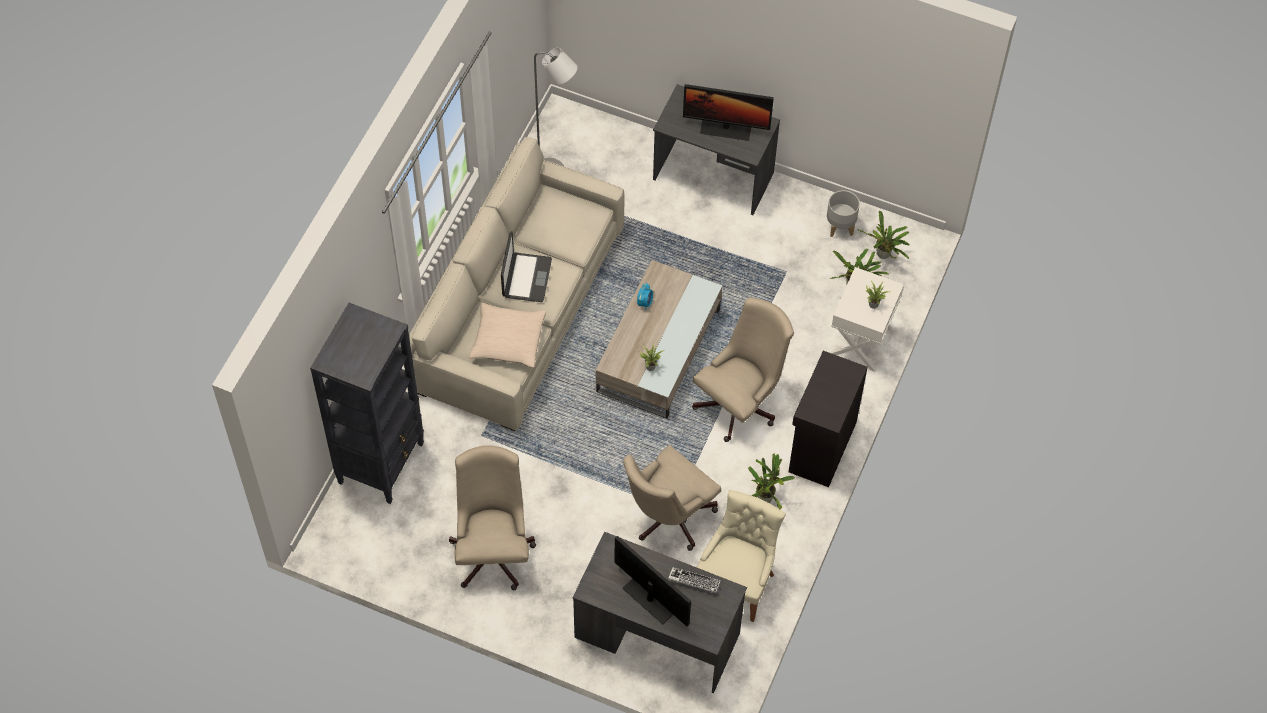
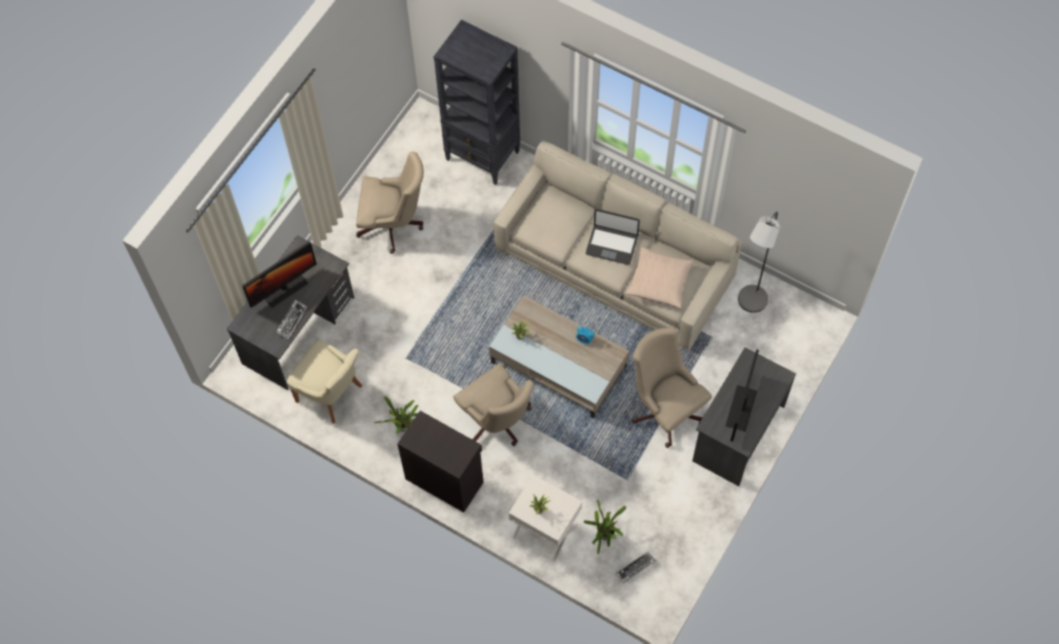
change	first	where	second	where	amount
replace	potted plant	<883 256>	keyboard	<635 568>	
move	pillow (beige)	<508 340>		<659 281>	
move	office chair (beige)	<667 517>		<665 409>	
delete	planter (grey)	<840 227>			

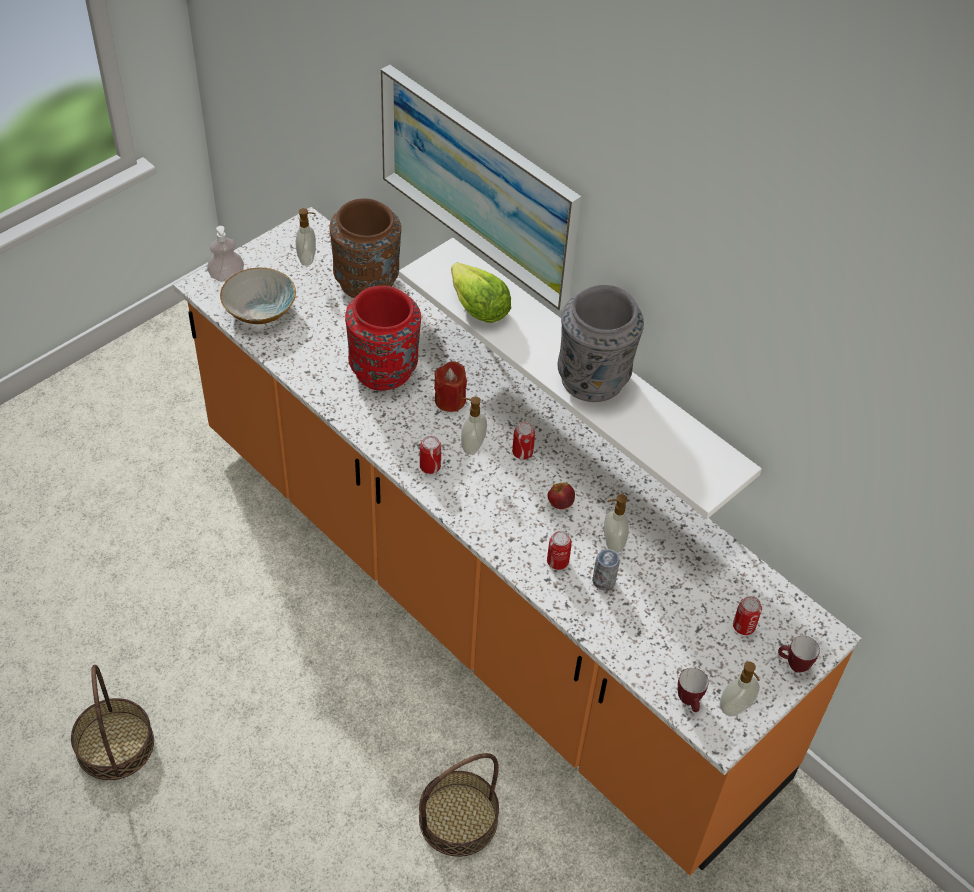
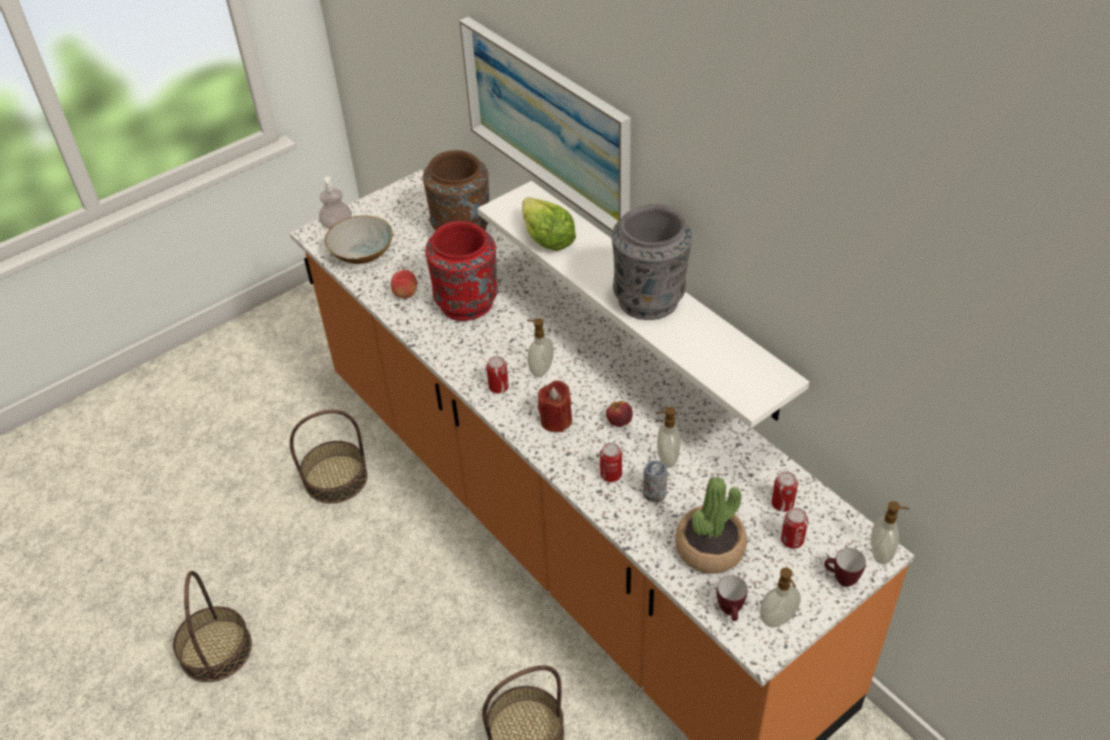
change	first	where	second	where	amount
insert			basket	<336 478>	
insert			apple	<405 295>	
move	candle (red)	<450 400>		<556 420>	
insert			potted plant	<710 548>	
move	can	<522 452>		<782 504>	
move	soap dispenser	<308 258>		<881 553>	

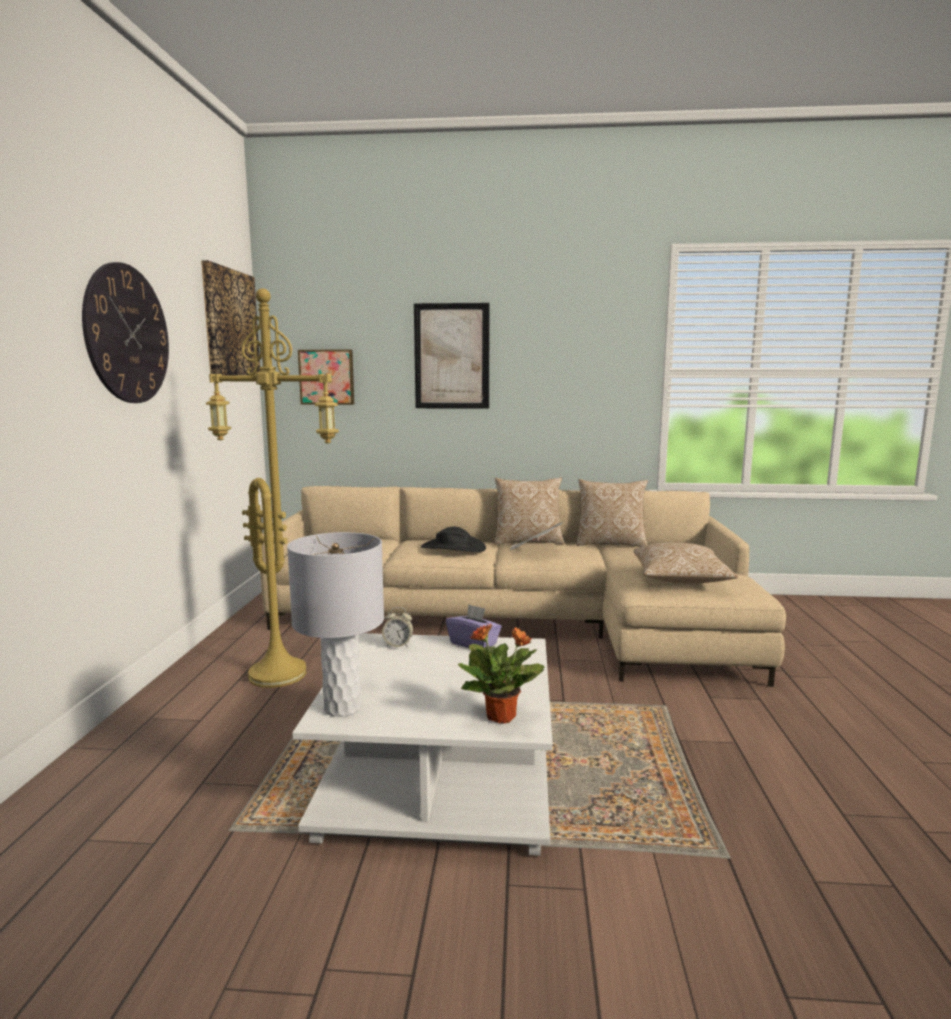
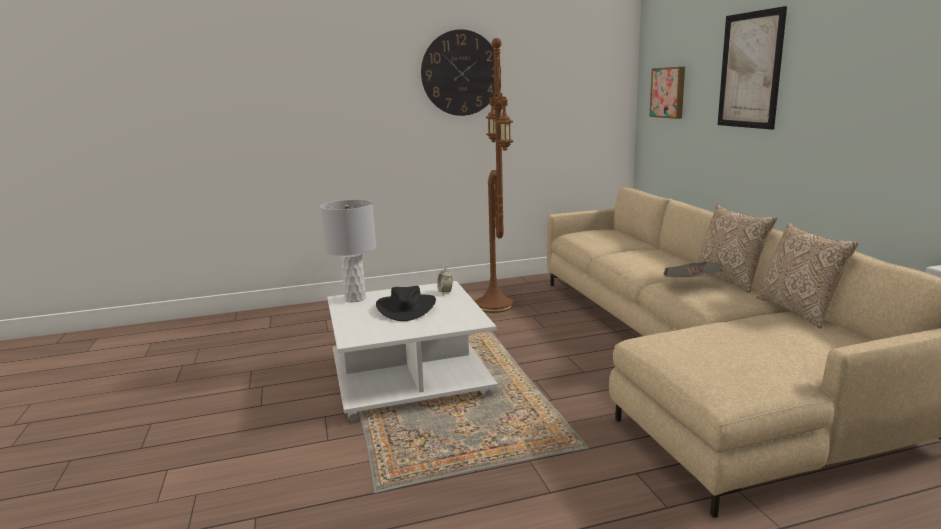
change	first	where	second	where	amount
move	hat (black)	<453 548>		<406 308>	
recolor	floor lamp (yellow)	<282 673>	floor lamp (brown)	<496 306>	
delete	picture	<230 323>			
delete	tissue box (purple)	<474 643>			
delete	potted plant	<502 717>			
delete	pillow	<680 580>			

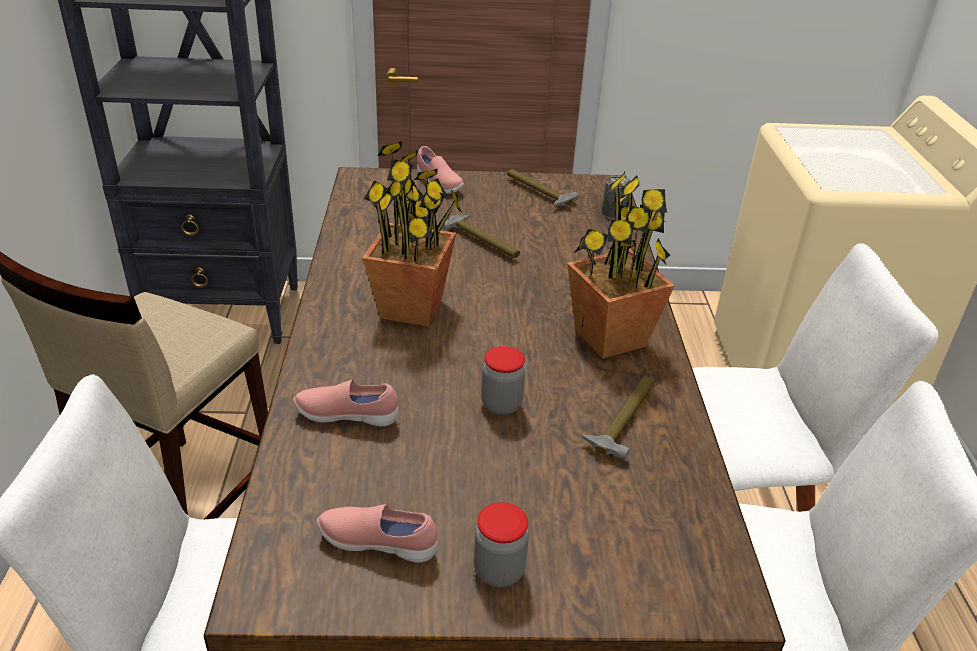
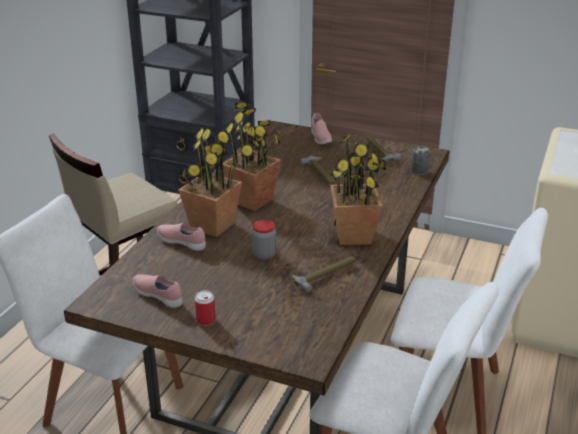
change	first	where	second	where	amount
insert			potted plant	<212 226>	
replace	jar	<499 571>	can	<206 320>	

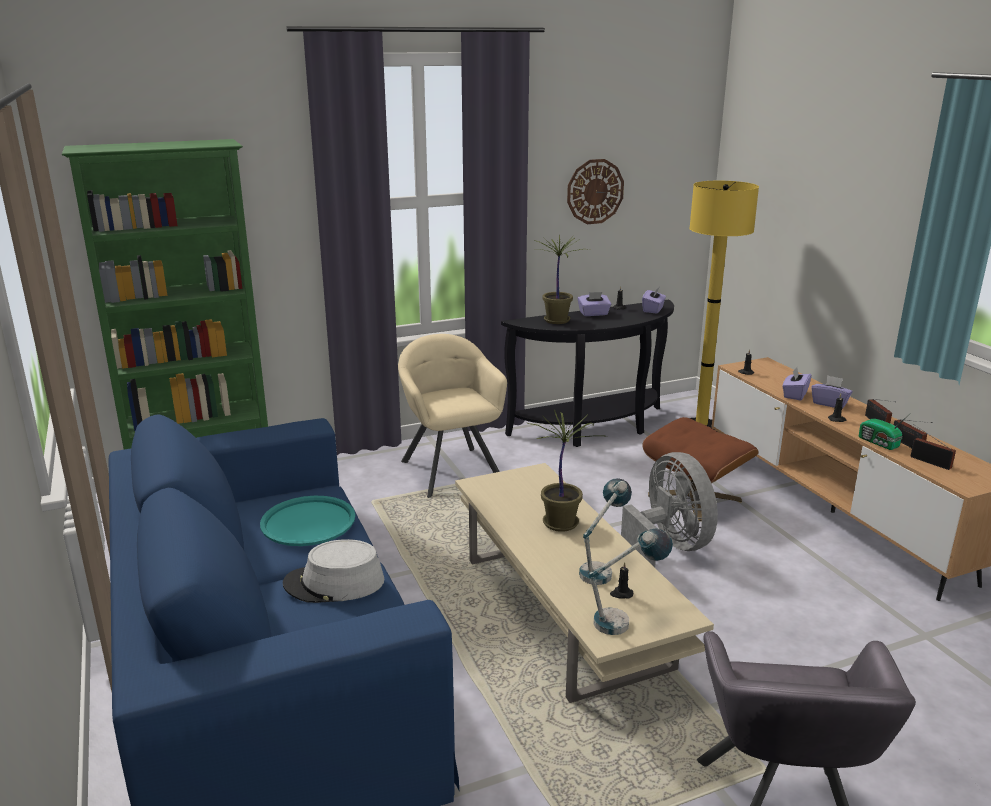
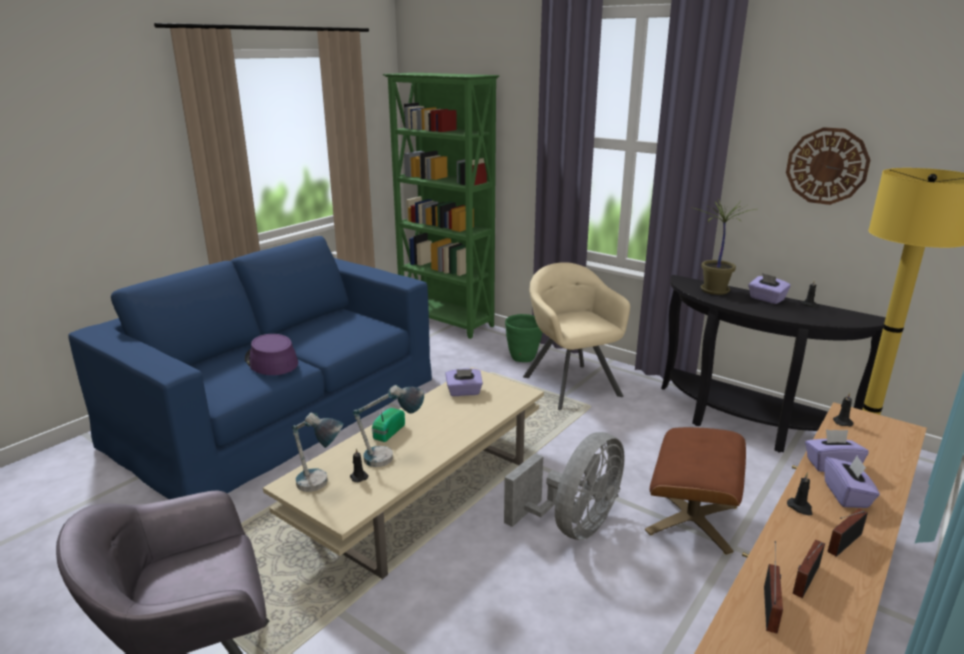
change	first	where	second	where	amount
recolor	hat (grey)	<334 583>	hat (purple)	<271 361>	
move	radio	<879 443>		<387 432>	
move	tissue box (purple)	<653 310>		<464 392>	
insert			planter (green)	<523 358>	
rotate	armchair (beige)	<452 471>		<571 385>	60 degrees counterclockwise
delete	tray (turquoise)	<308 522>			
delete	potted plant	<561 522>			

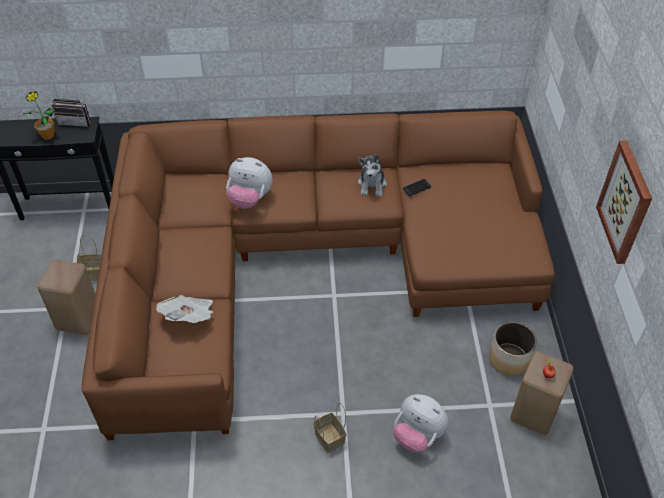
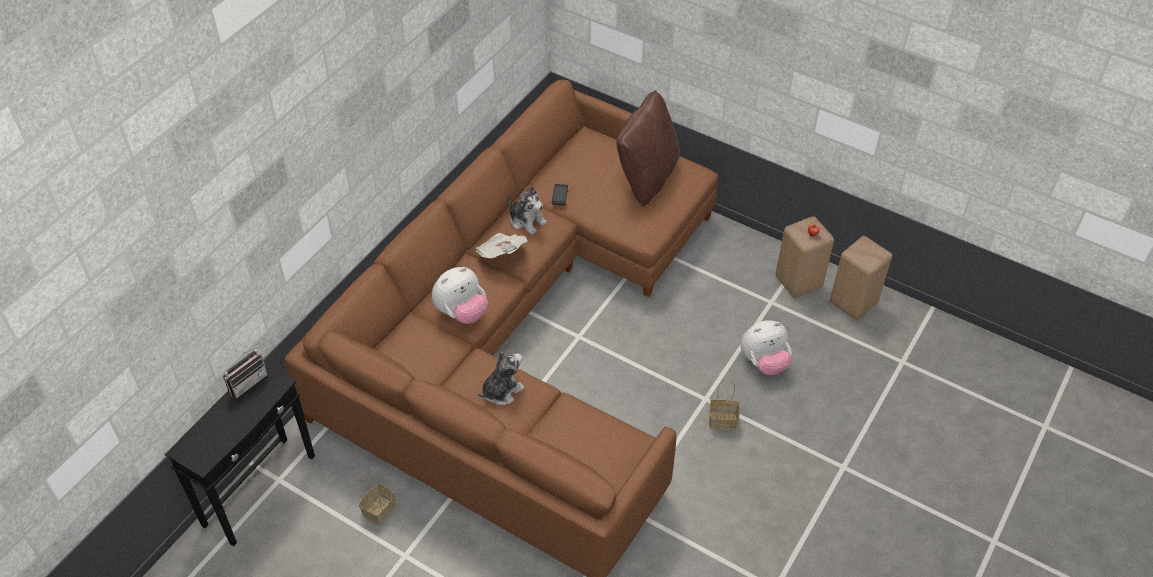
change	first	where	second	where	amount
move	newspaper	<189 317>		<501 254>	
insert			plush toy	<501 391>	
insert			pillow (brown)	<647 178>	
move	stool (beige)	<77 320>		<853 303>	
delete	potted plant	<48 135>			
delete	planter	<508 359>			
delete	picture	<626 202>			

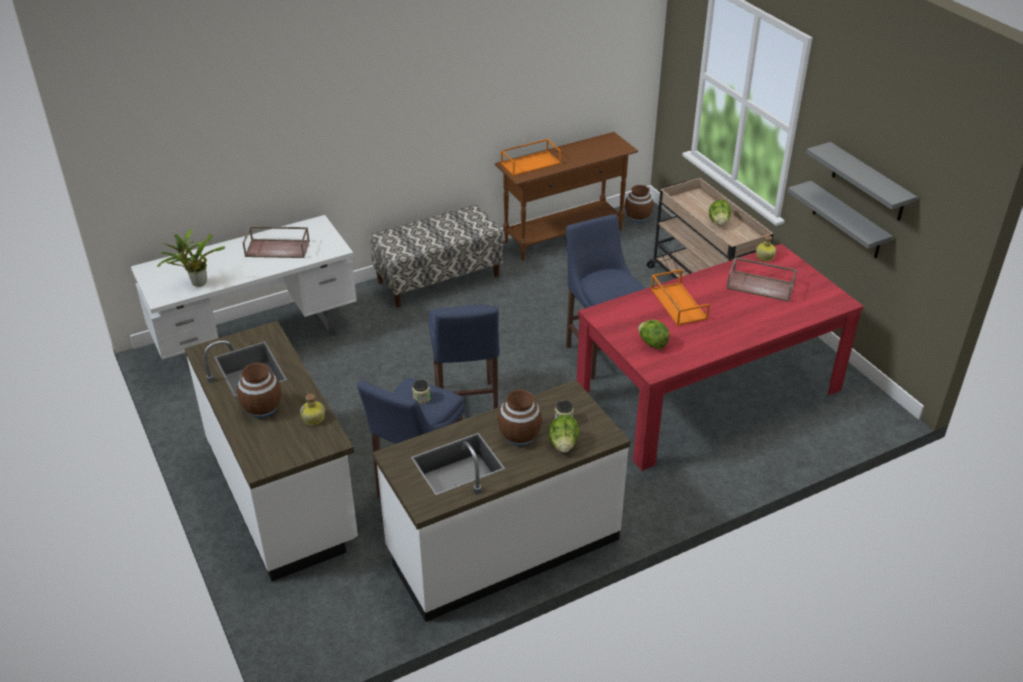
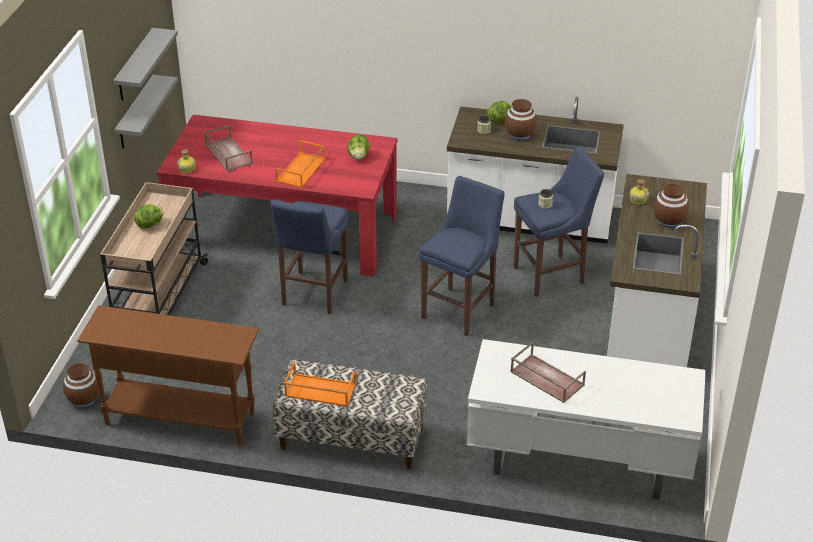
change	first	where	second	where	amount
move	tray (orange)	<531 163>		<319 390>	
delete	potted plant	<197 283>			

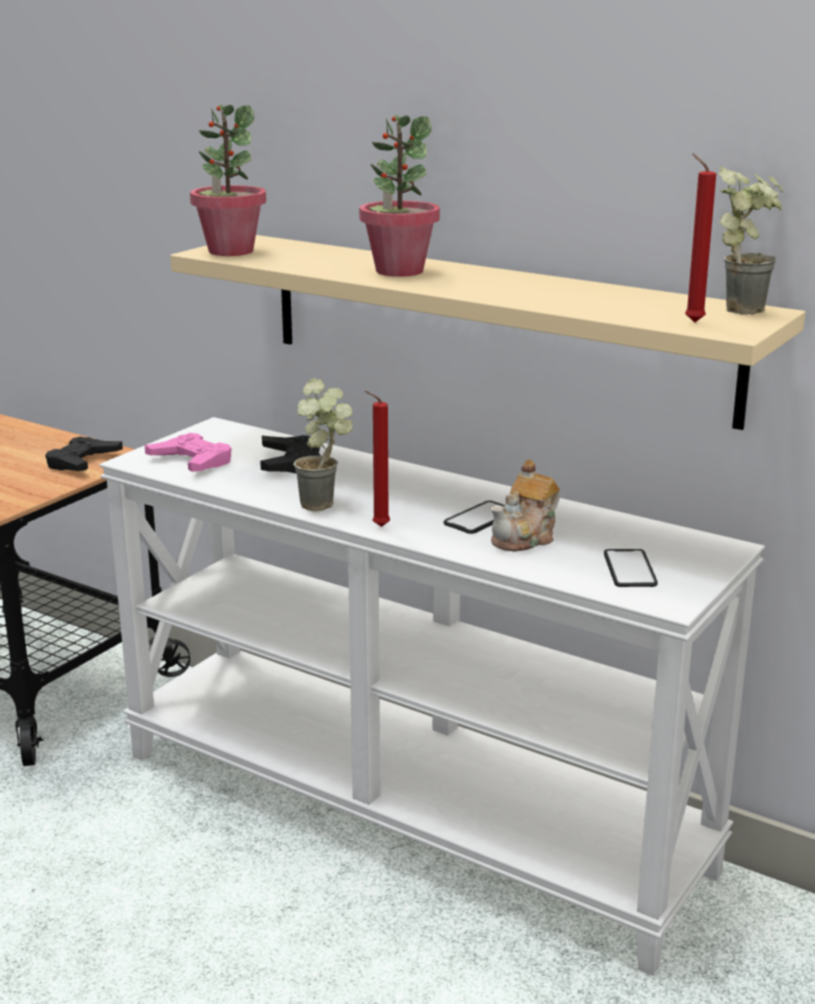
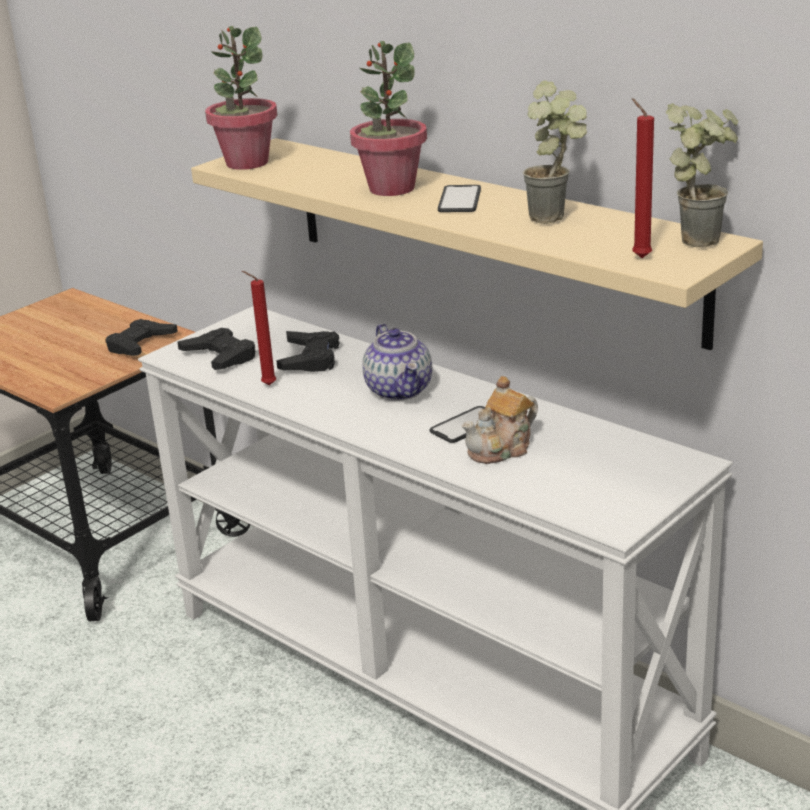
change	first	where	second	where	amount
recolor	game controller (pink)	<192 461>	game controller (black)	<220 356>	
move	candle (red)	<378 527>		<266 385>	
insert			teapot	<400 390>	
move	phone	<629 569>		<459 200>	
move	potted plant	<327 506>		<557 218>	

